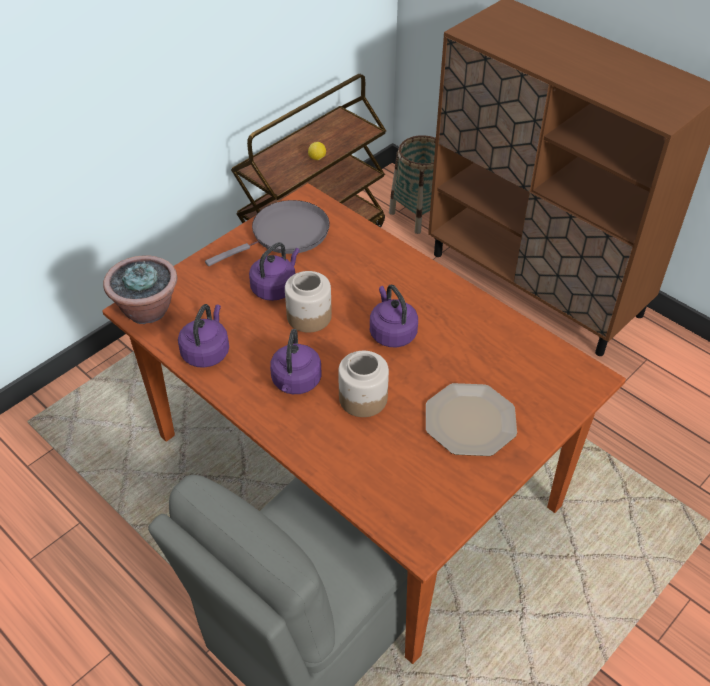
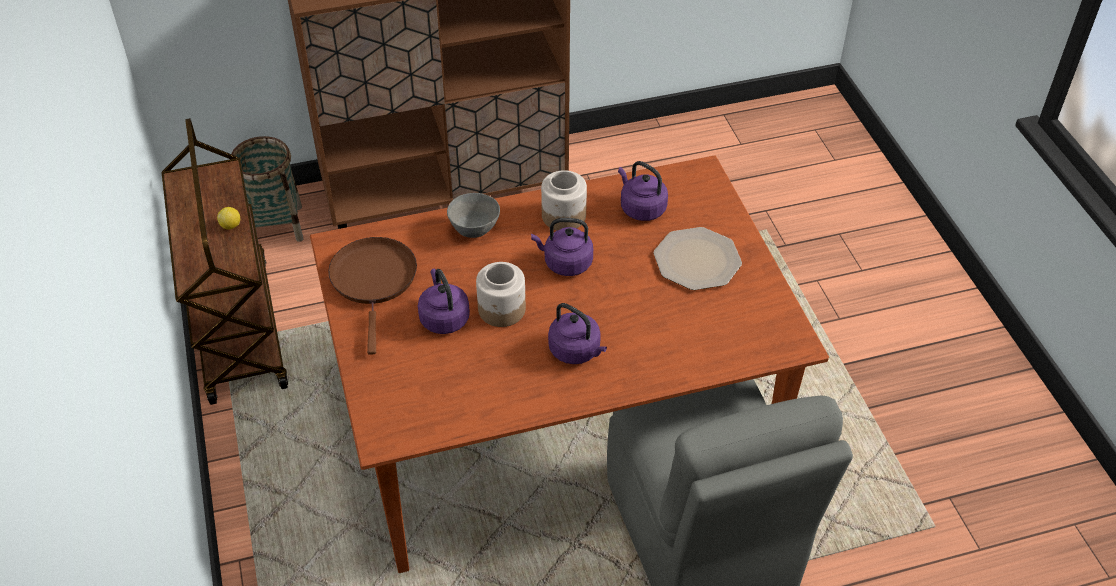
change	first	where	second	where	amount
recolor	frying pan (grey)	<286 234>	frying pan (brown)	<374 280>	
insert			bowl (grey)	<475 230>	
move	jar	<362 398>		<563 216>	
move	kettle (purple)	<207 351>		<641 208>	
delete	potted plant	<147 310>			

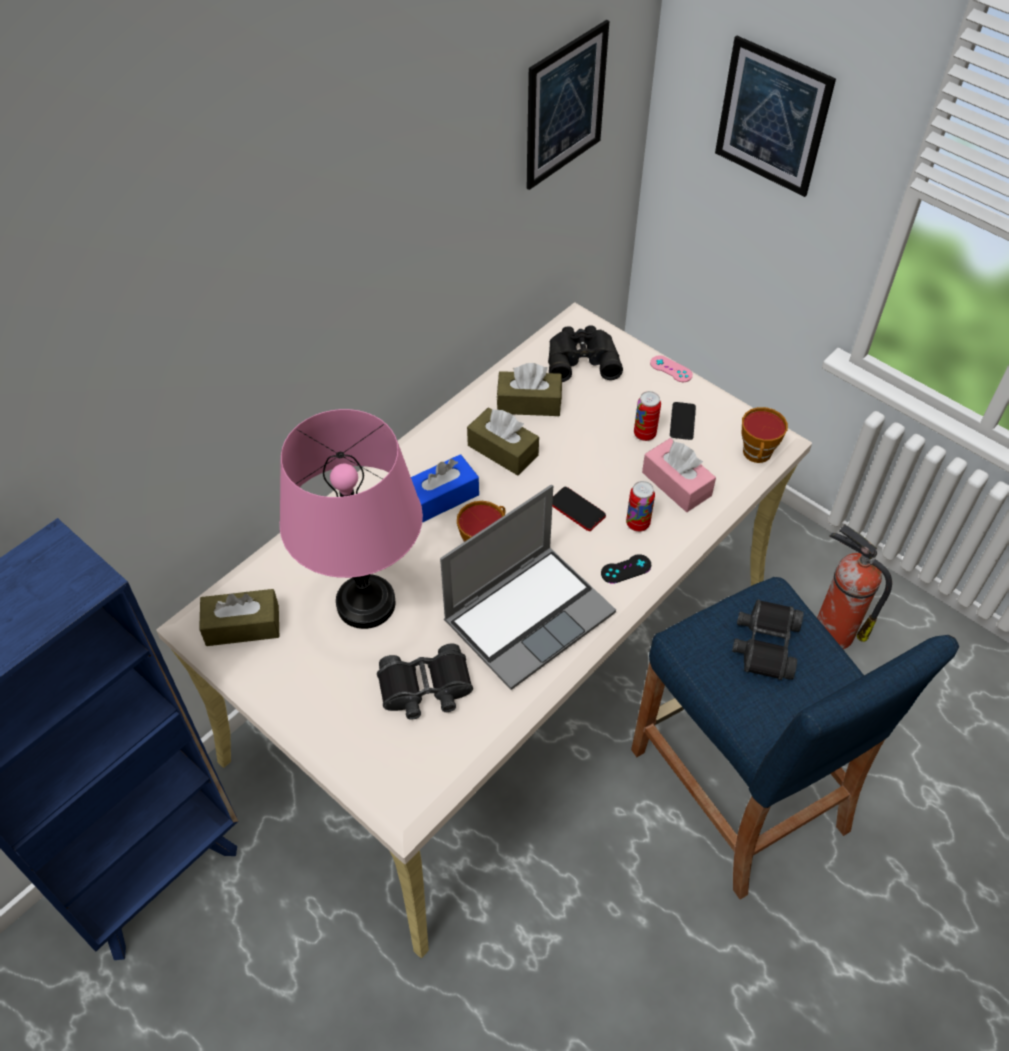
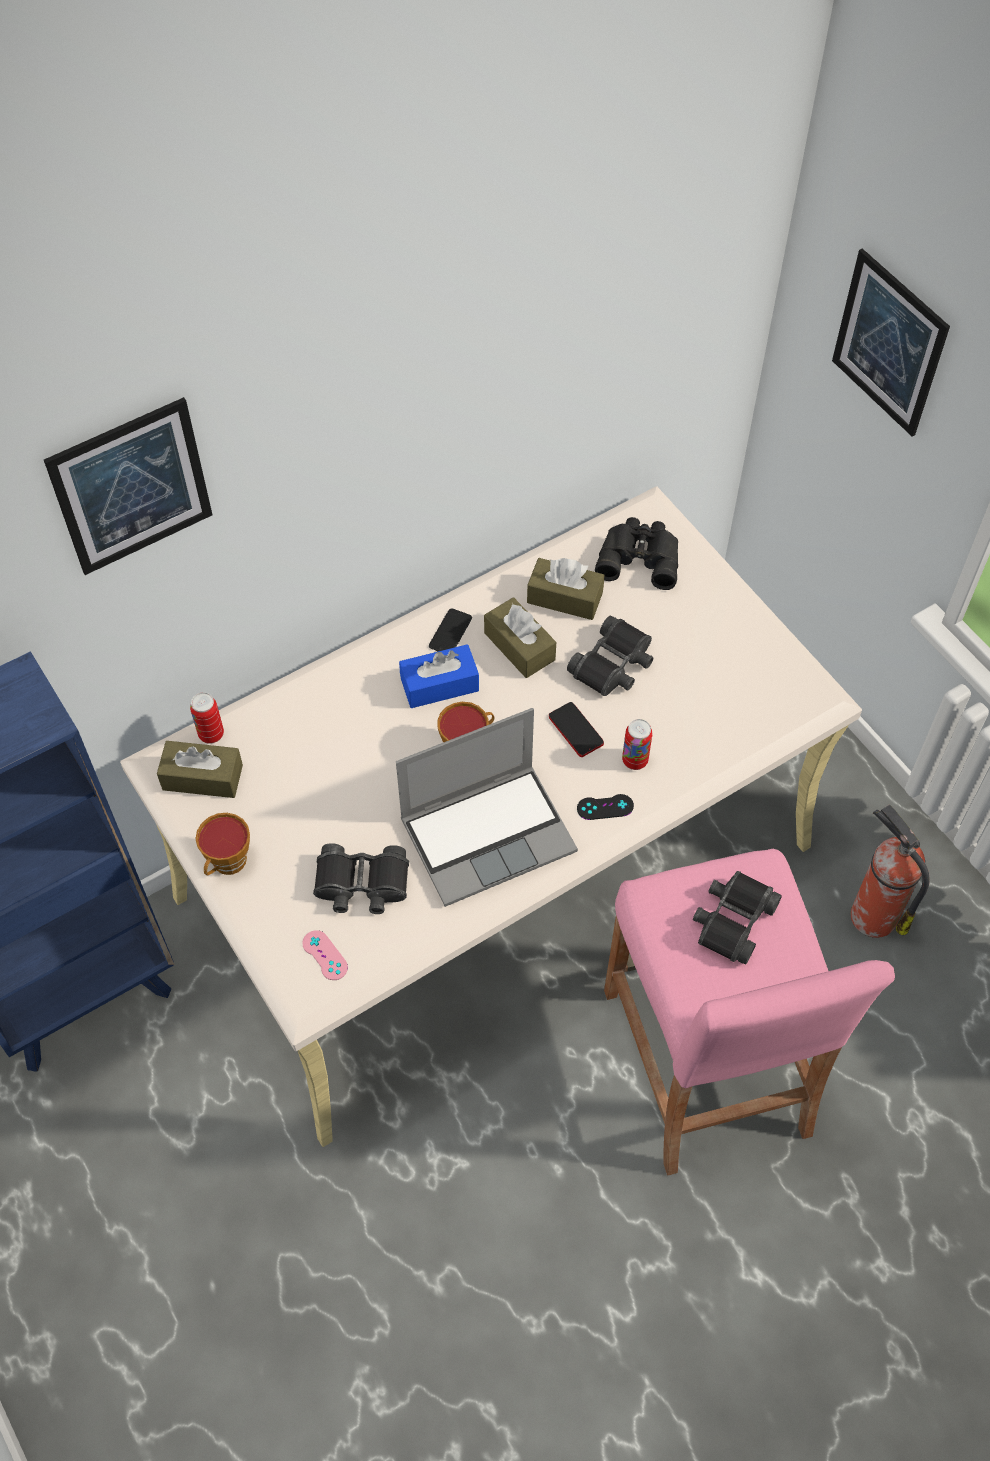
change	first	where	second	where	amount
move	picture	<565 106>		<131 487>	
move	can	<644 434>		<211 734>	
move	cup	<757 455>		<227 863>	
move	game controller (pink)	<671 369>		<325 955>	
move	phone	<682 421>		<450 632>	
insert			binoculars (black)	<613 665>	
recolor	stool (blue)	<738 789>	stool (pink)	<706 1061>	
delete	table lamp (pink)	<366 603>			
delete	tissue box (pink)	<676 484>			

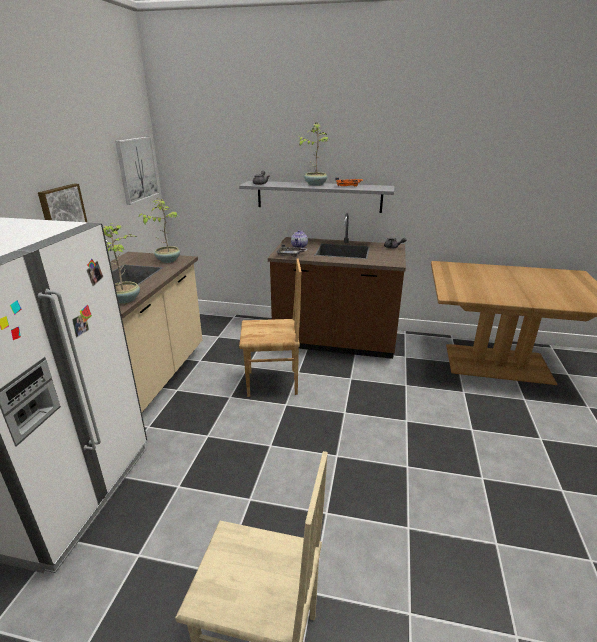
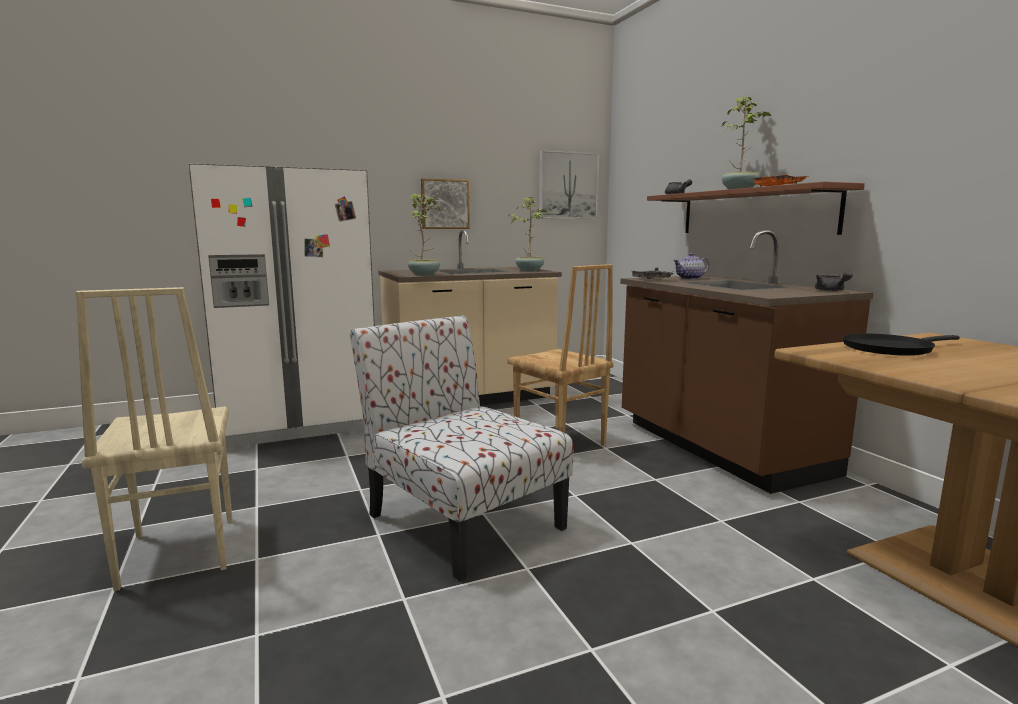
change	first	where	second	where	amount
insert			chair	<461 520>	
recolor	shelf (grey)	<318 196>	shelf (brown)	<753 212>	
insert			frying pan (black)	<890 349>	

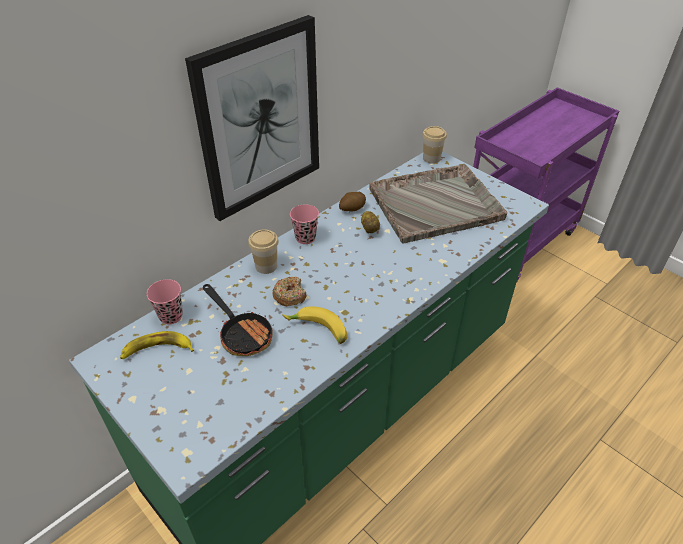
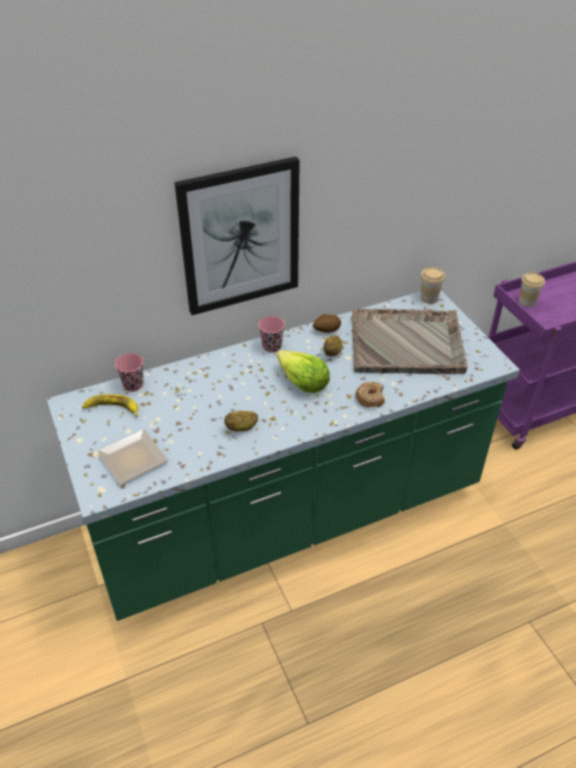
change	first	where	second	where	amount
insert			plate	<130 458>	
replace	banana	<317 331>	potato	<242 427>	
insert			lettuce	<302 383>	
move	donut	<290 295>		<370 398>	
move	cup	<266 266>		<527 302>	
delete	frying pan	<242 333>			

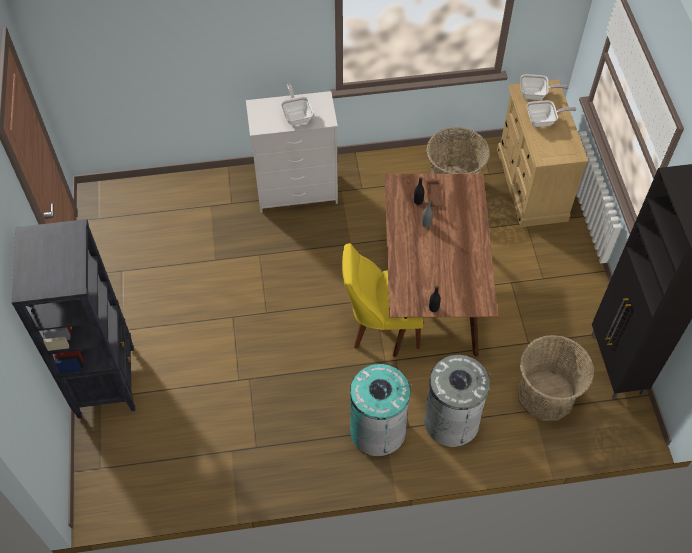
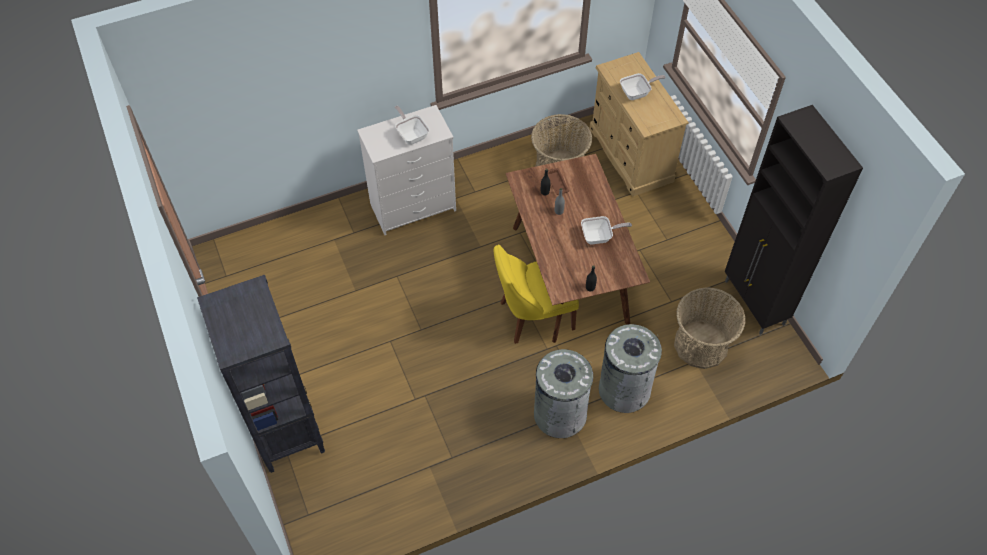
change	first	where	second	where	amount
recolor	trash can (turquoise)	<377 430>	trash can (grey)	<560 413>	
move	frying pan	<536 95>		<599 237>	

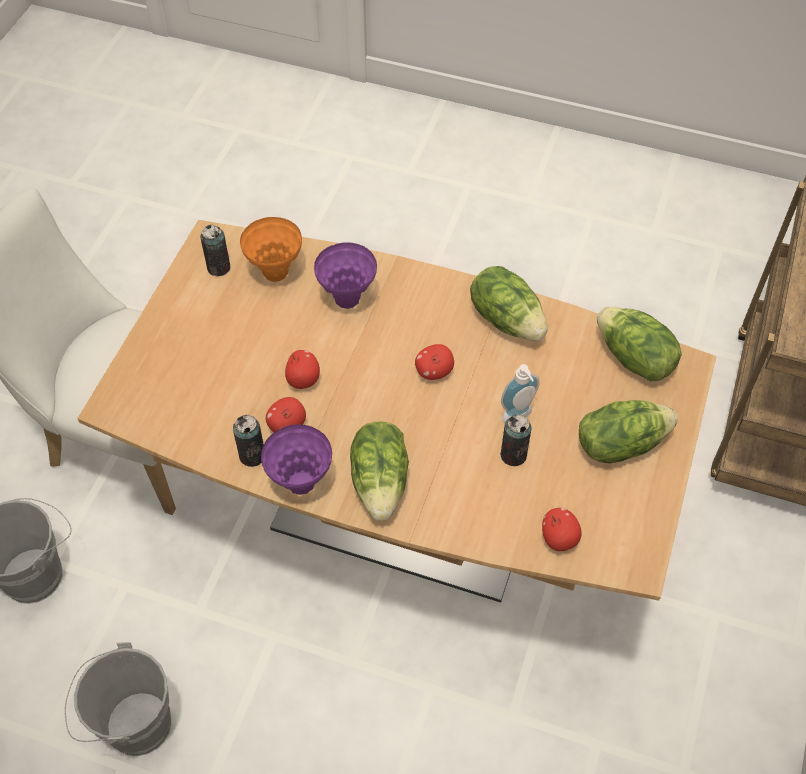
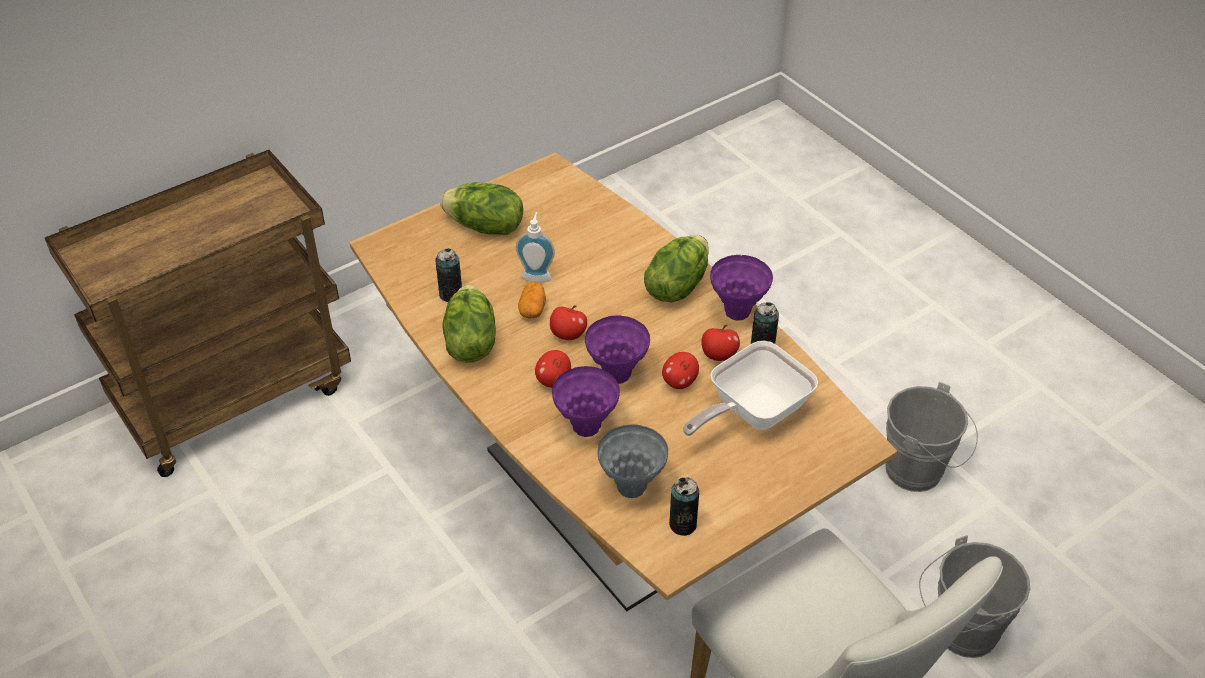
change	first	where	second	where	amount
move	can	<513 455>		<451 294>	
insert			potato	<532 309>	
move	apple	<559 538>		<553 381>	
insert			vase (purple)	<617 376>	
recolor	vase (orange)	<275 273>	vase (grey)	<632 488>	
insert			frying pan	<751 413>	
delete	lettuce	<633 359>			

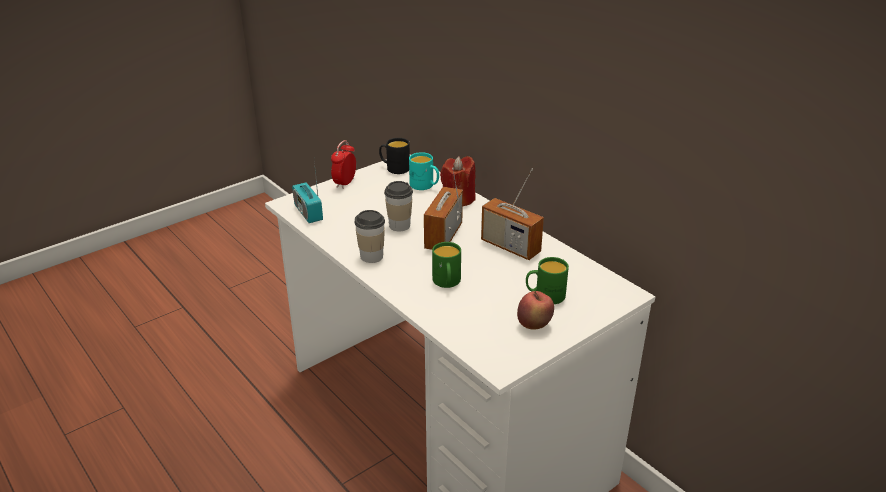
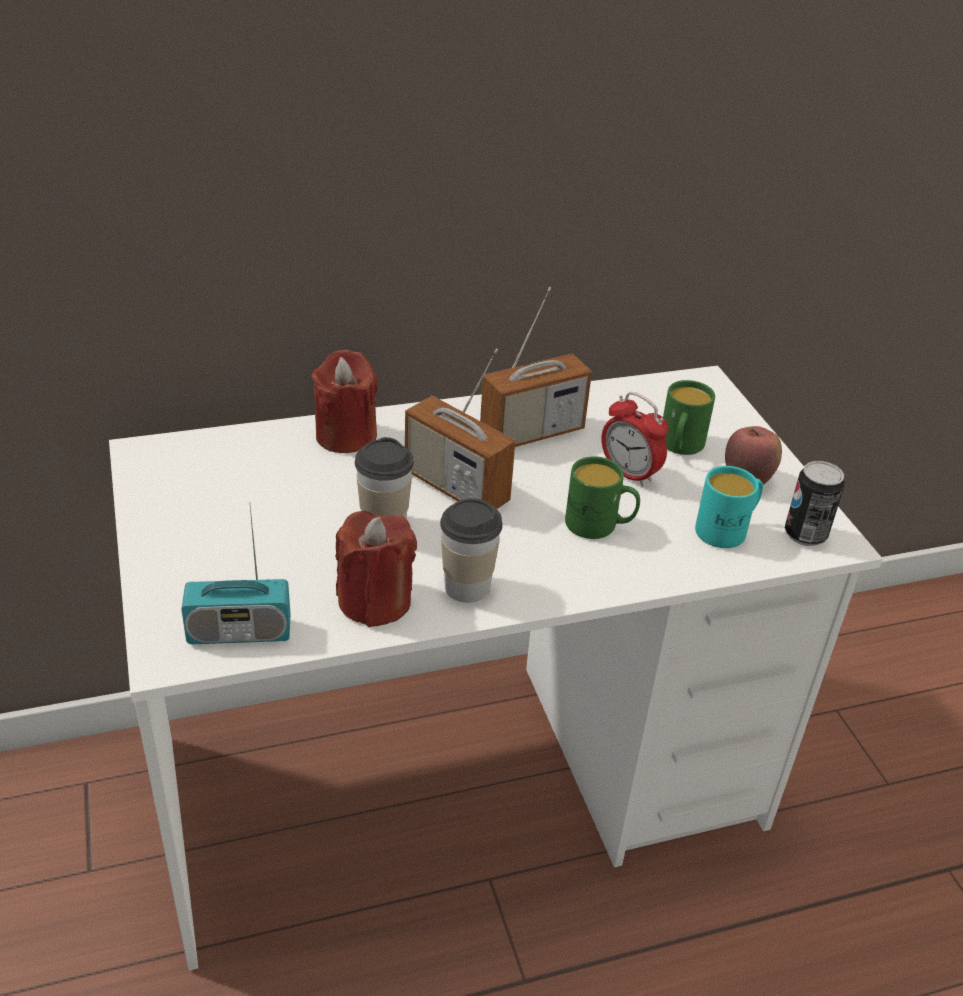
change	first	where	second	where	amount
insert			candle (red)	<375 601>	
move	alarm clock	<345 183>		<629 473>	
move	mug (turquoise)	<425 186>		<727 529>	
insert			can	<805 534>	
delete	mug (black)	<394 168>			

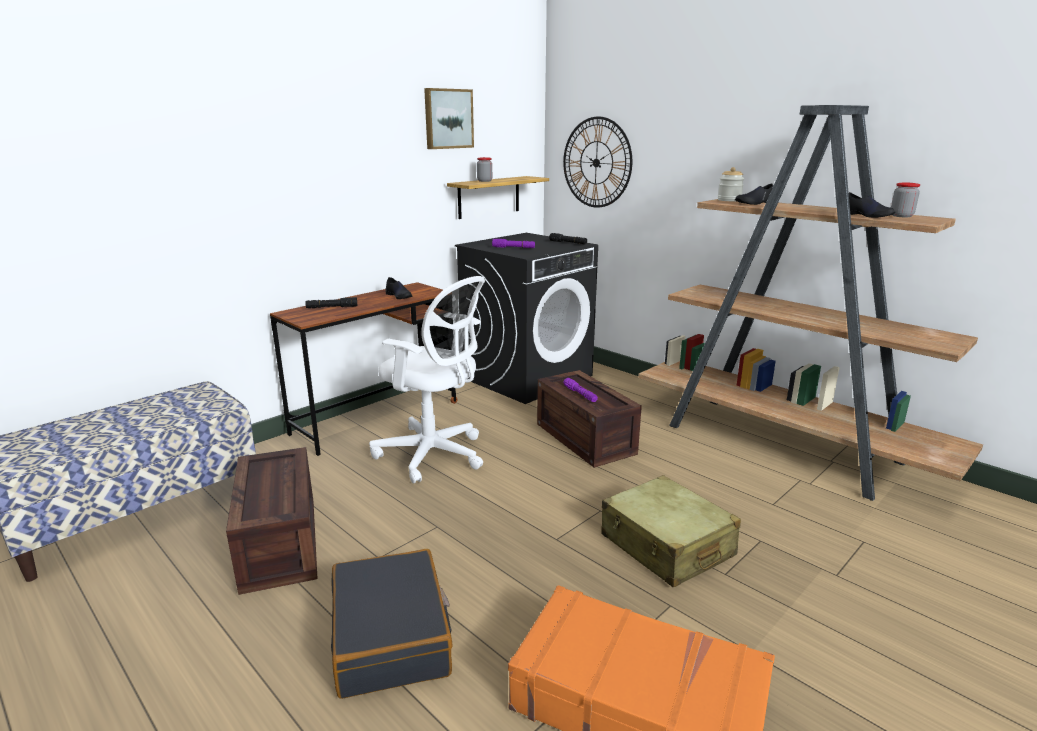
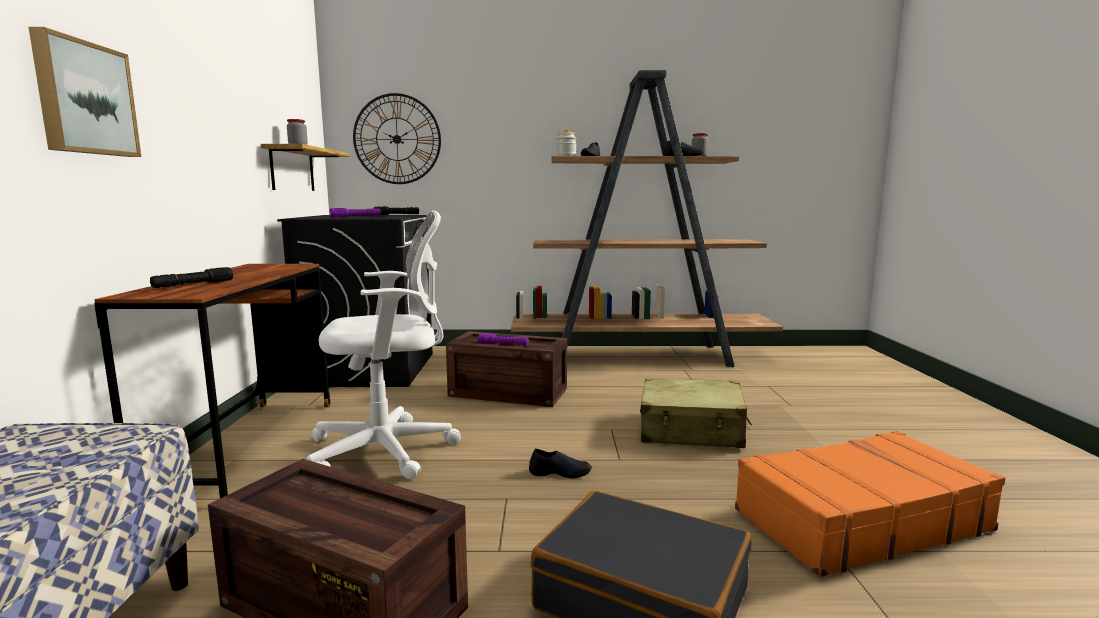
change	first	where	second	where	amount
move	picture	<448 119>		<84 98>	
move	shoe (black)	<399 296>		<560 472>	

